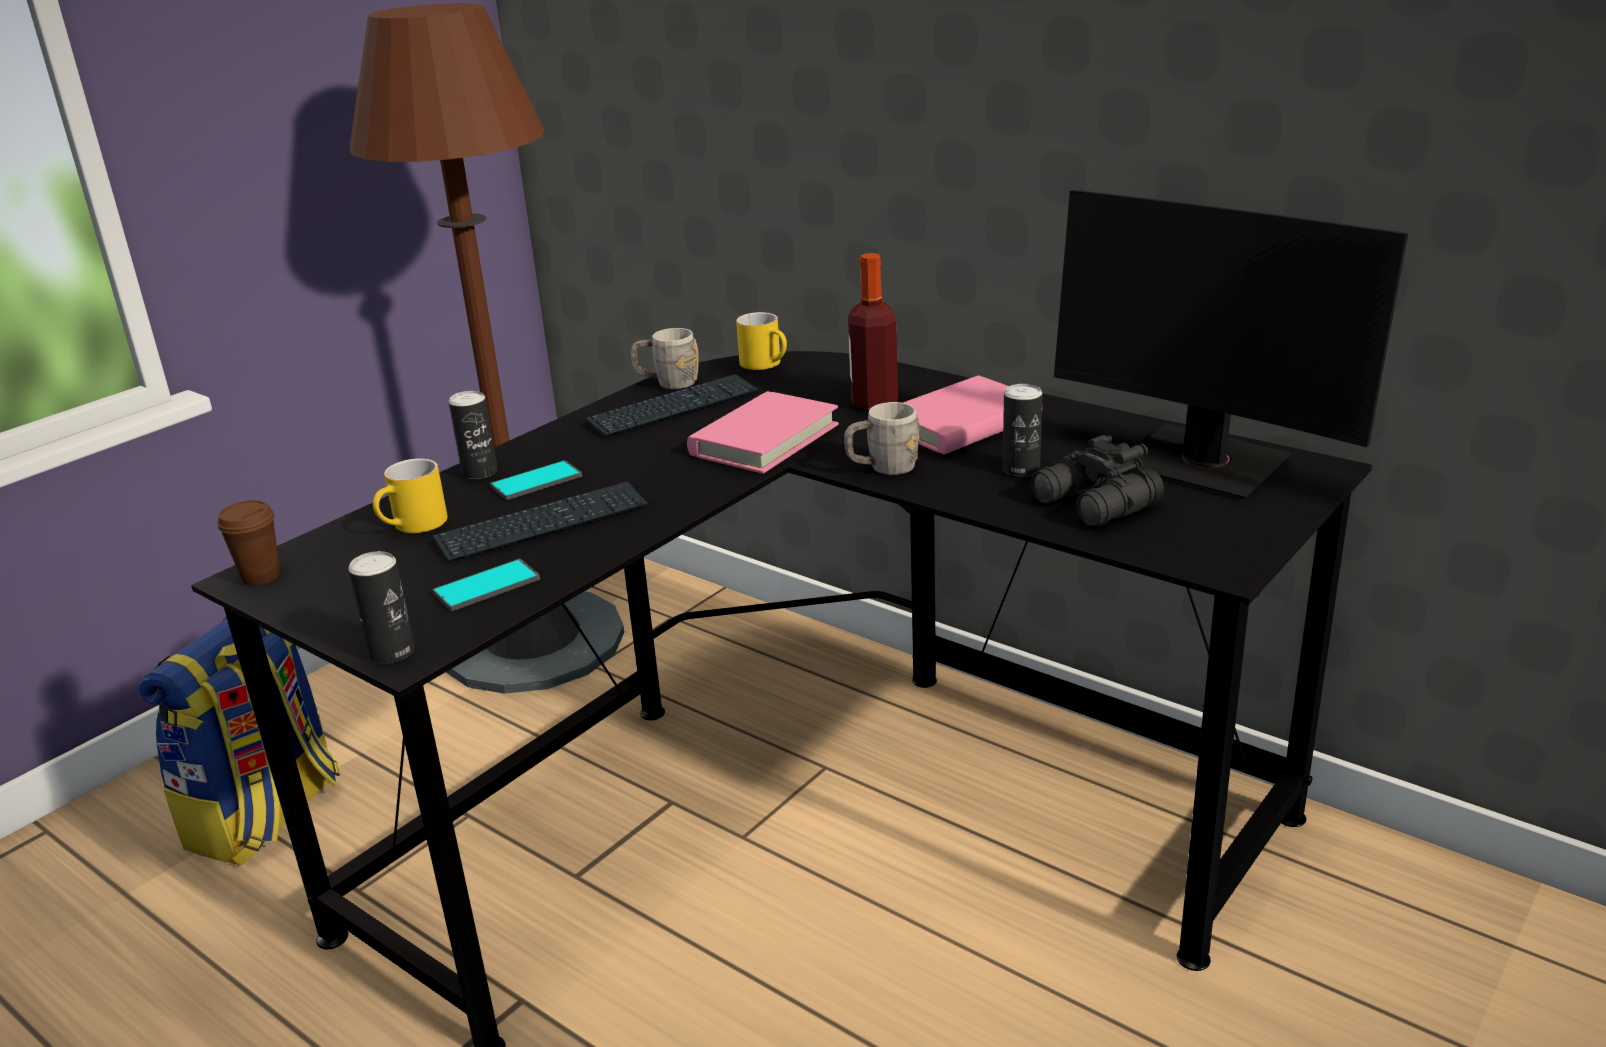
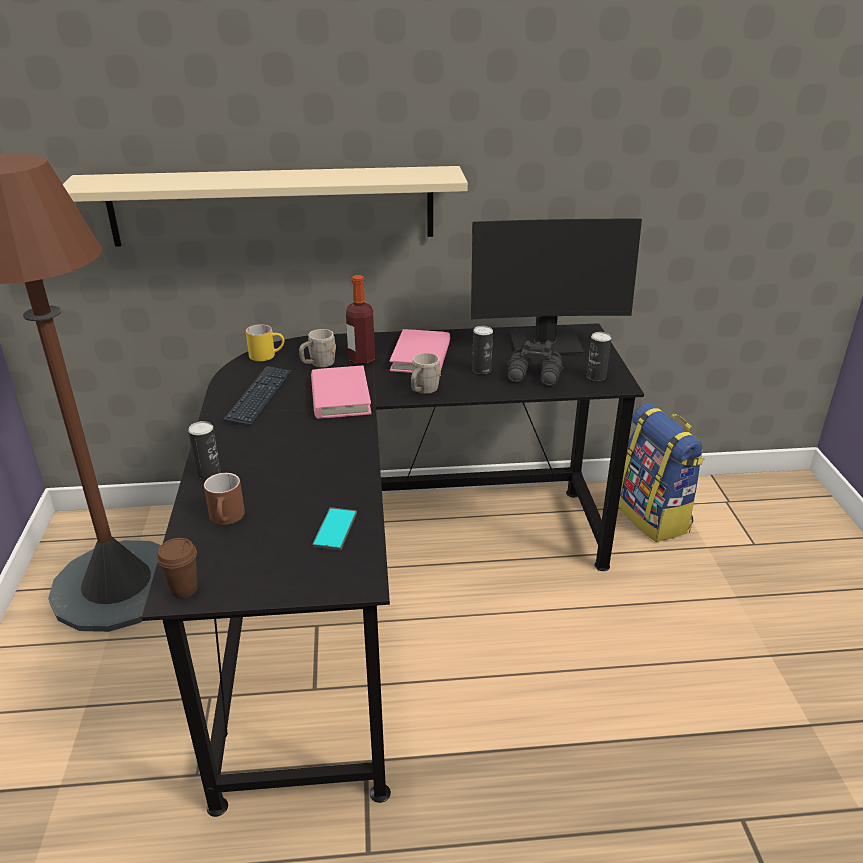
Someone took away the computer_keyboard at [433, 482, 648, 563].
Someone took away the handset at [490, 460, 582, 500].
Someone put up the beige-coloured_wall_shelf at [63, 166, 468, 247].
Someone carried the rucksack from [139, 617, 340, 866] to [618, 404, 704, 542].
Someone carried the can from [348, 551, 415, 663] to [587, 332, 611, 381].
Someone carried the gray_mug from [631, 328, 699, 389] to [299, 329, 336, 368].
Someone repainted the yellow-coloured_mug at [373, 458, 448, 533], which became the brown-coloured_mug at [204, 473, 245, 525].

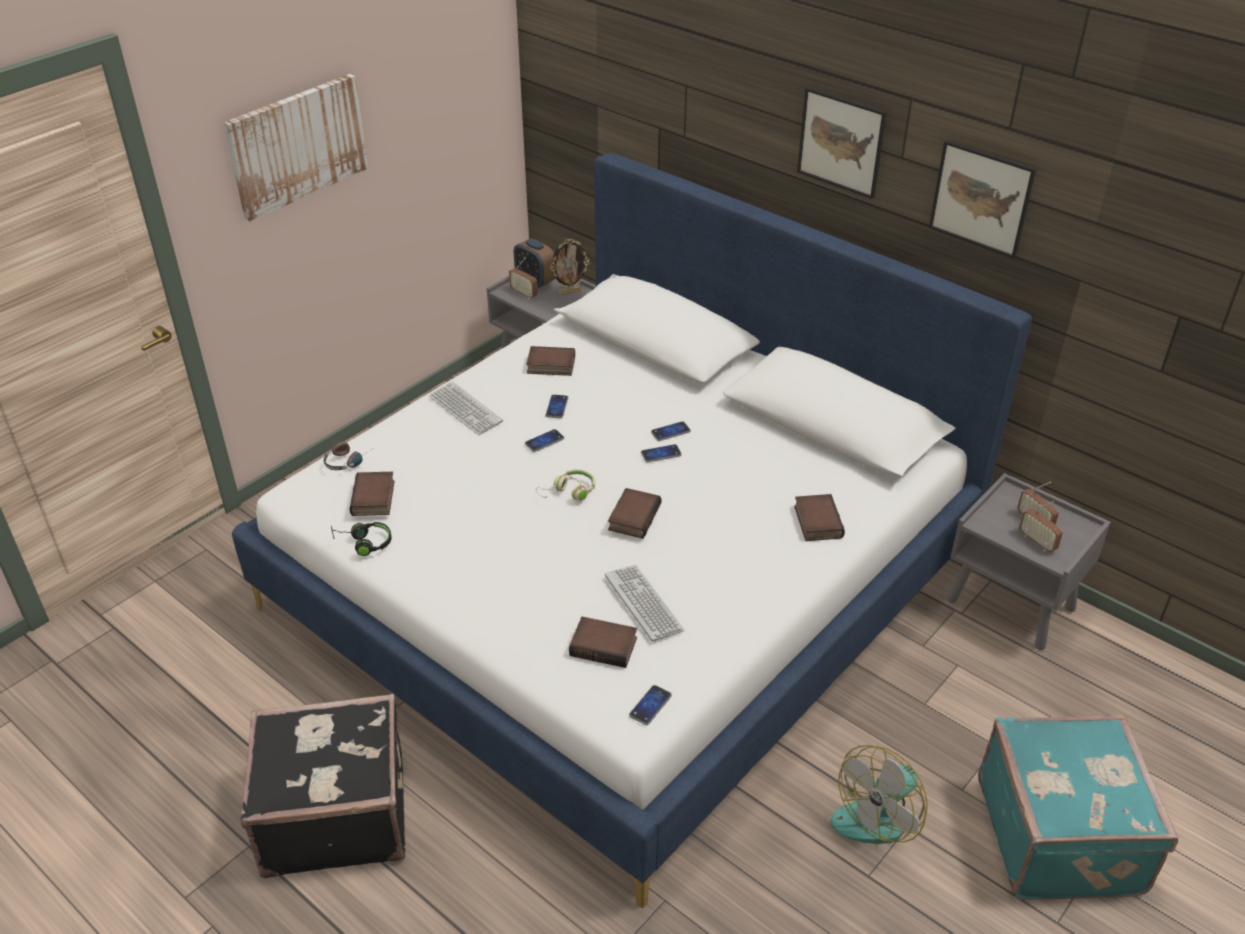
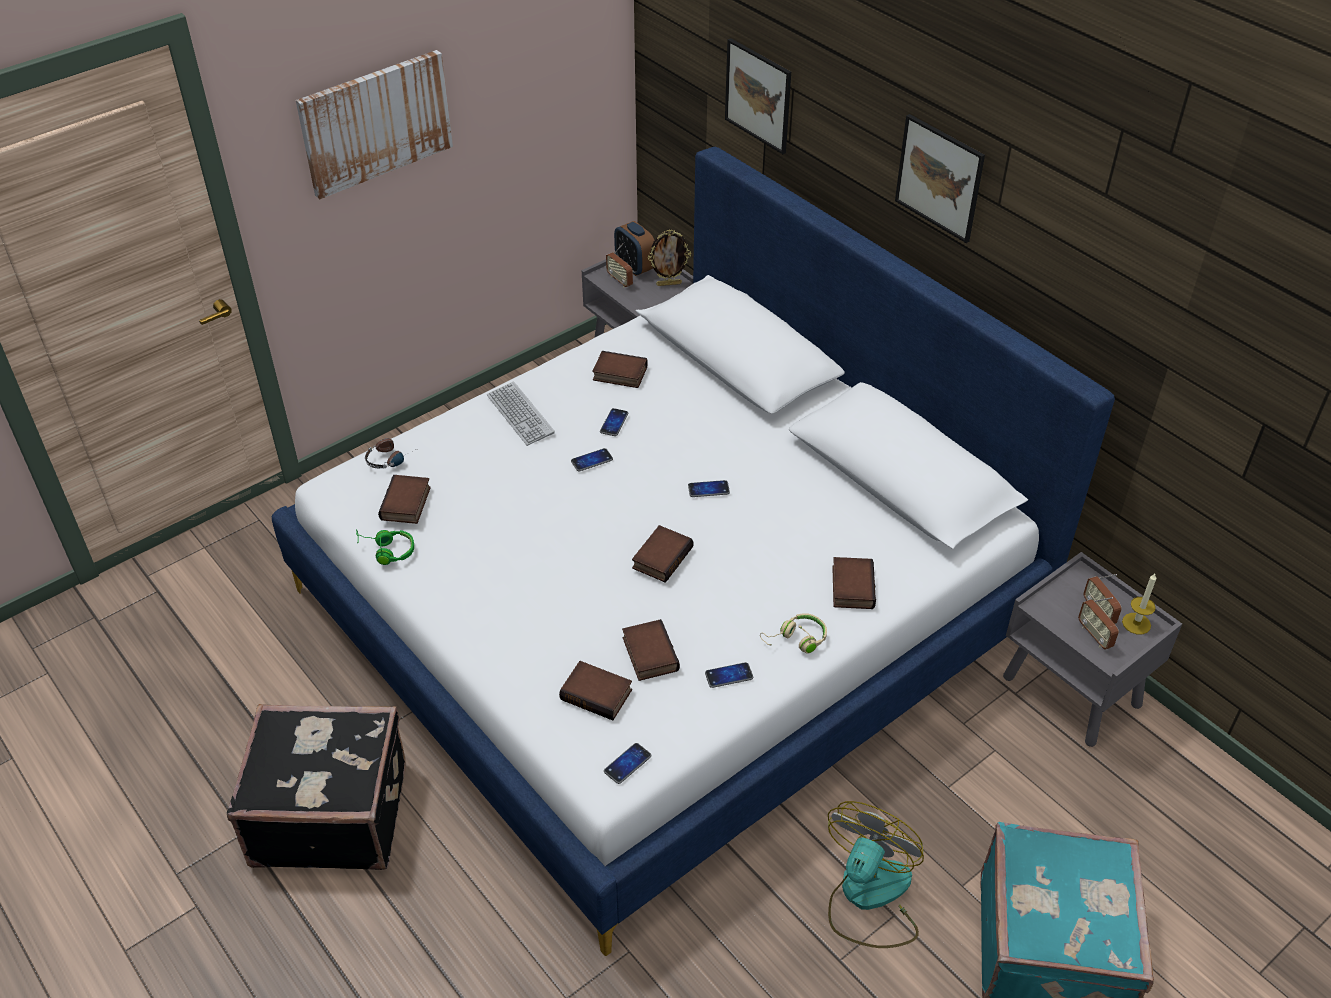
Someone put down the wax_light at [1122, 574, 1156, 634].
Someone carried the beige-coloured_pair_of_headphones from [536, 469, 595, 501] to [760, 613, 827, 654].
Someone carried the handset from [651, 421, 691, 441] to [705, 662, 753, 688].
Someone carried the wall_picture from [929, 140, 1036, 259] to [725, 38, 791, 154].
Someone swapped the computer_keyboard at [605, 565, 685, 642] for the bound_book at [622, 619, 680, 681].
Someone repainted the blackish_pair_of_headphones at [331, 522, 392, 556], which became the green_pair_of_headphones at [356, 529, 414, 565].
Someone rotated the cooling_fan at [831, 745, 928, 844] by 150 degrees clockwise.

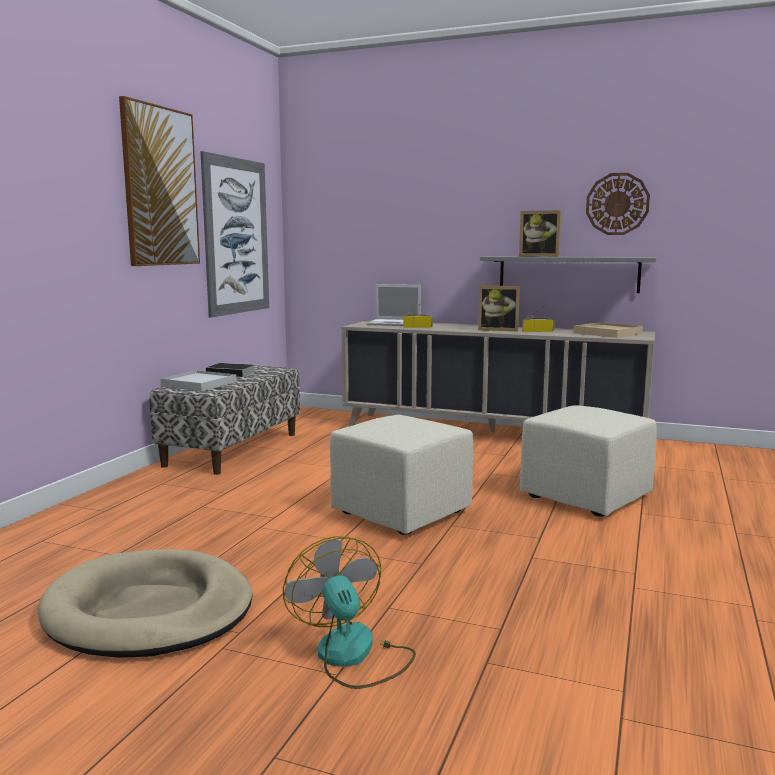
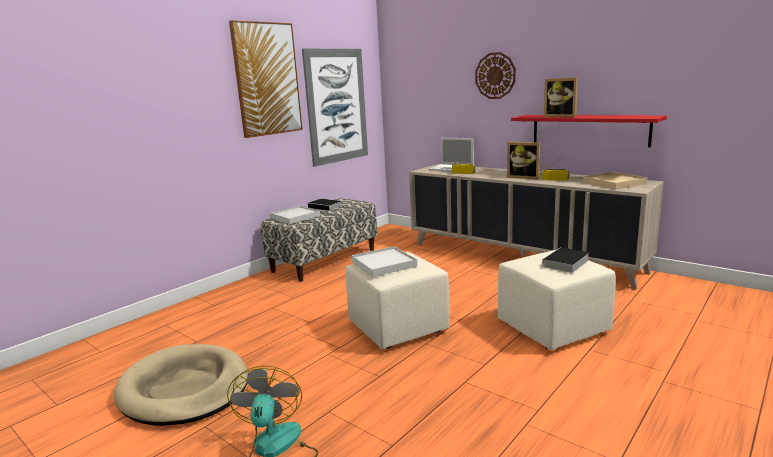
Someone put down the white_carrying_tray at [352, 246, 417, 277].
Someone put down the bound_book at [541, 247, 590, 273].
Someone carried the wall_clock from [586, 173, 650, 235] to [475, 52, 516, 99].
Someone repainted the gray_wall_shelf at [480, 256, 657, 293], which became the red-coloured_wall_shelf at [511, 115, 667, 147].

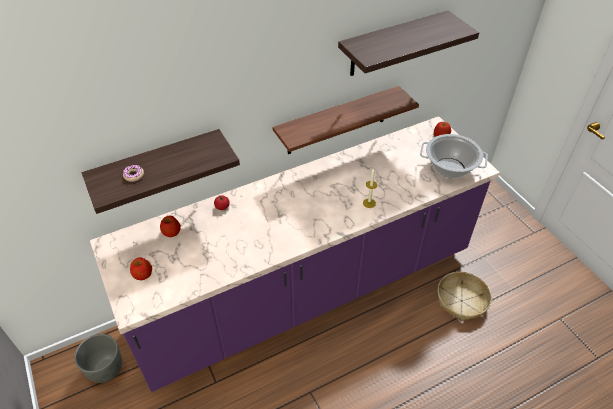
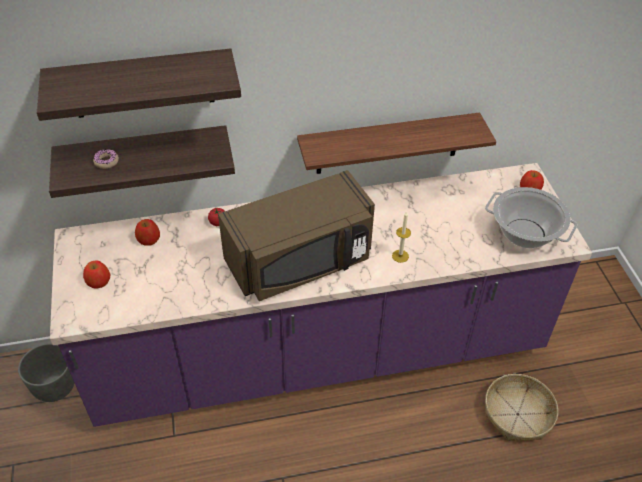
Someone put down the brown-coloured_kitchen_microwave at [218, 170, 375, 301].
Someone carried the wall_shelf from [338, 11, 479, 76] to [37, 48, 241, 121].

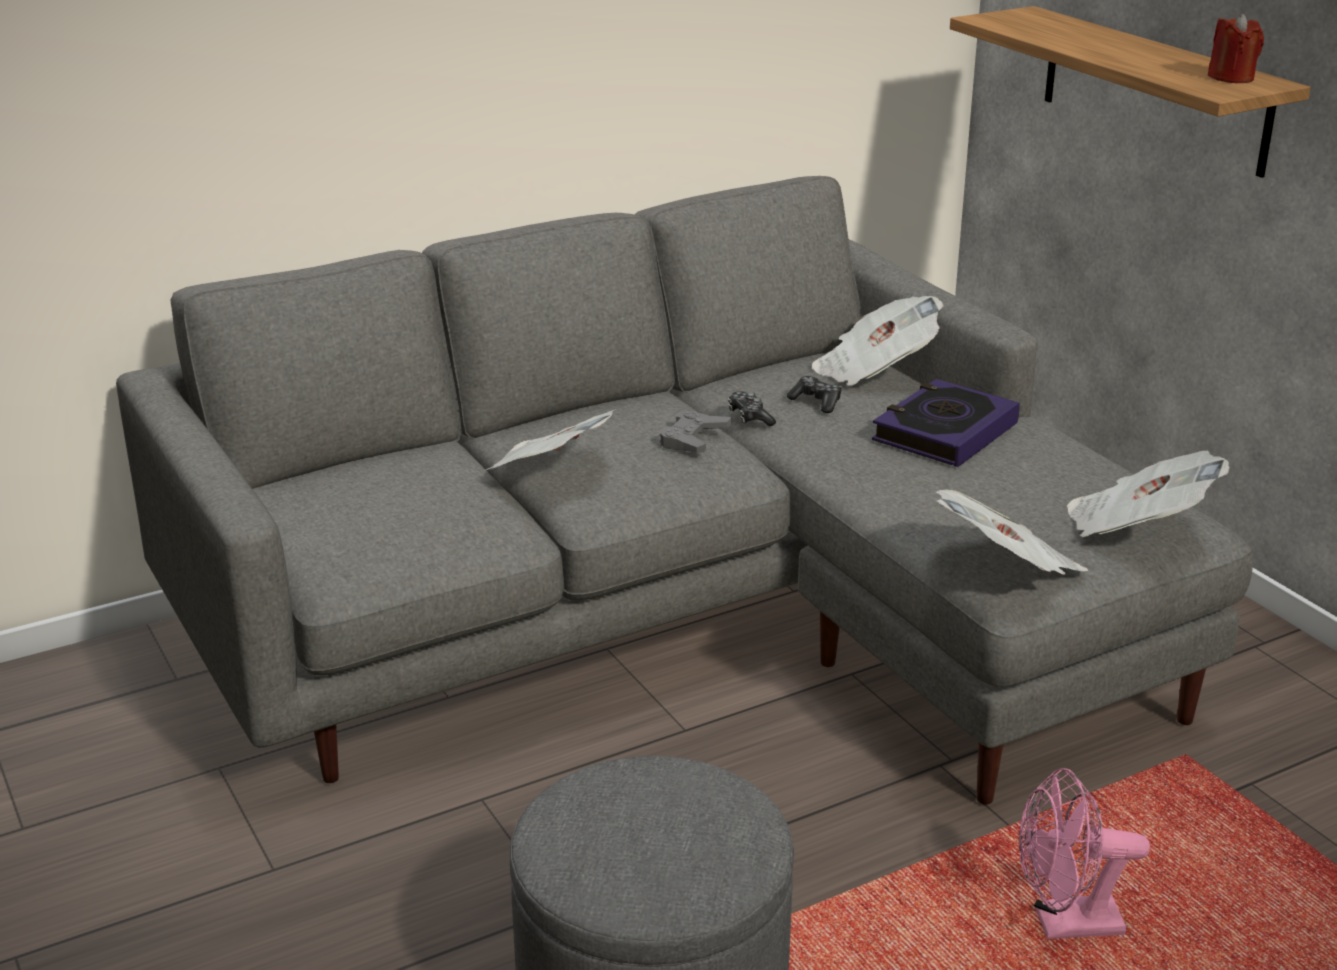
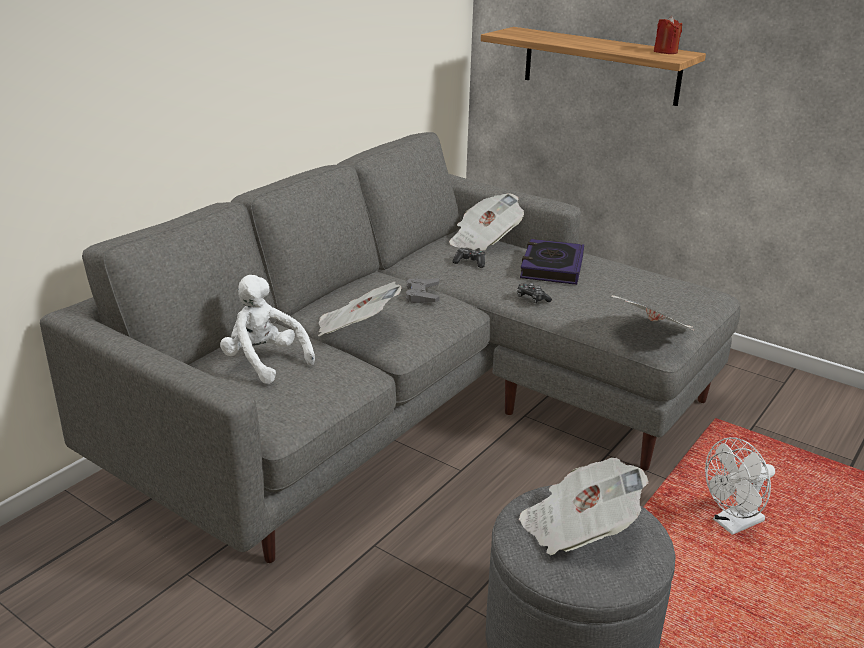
Someone put down the white_plush_toy at [220, 275, 315, 384].
Someone carried the gamepad from [728, 391, 776, 426] to [517, 283, 552, 303].
Someone carried the newspaper from [1067, 450, 1229, 537] to [519, 458, 649, 555].
Someone repainted the pink_cooling_fan at [1019, 768, 1150, 939], which became the white_cooling_fan at [705, 437, 775, 535].

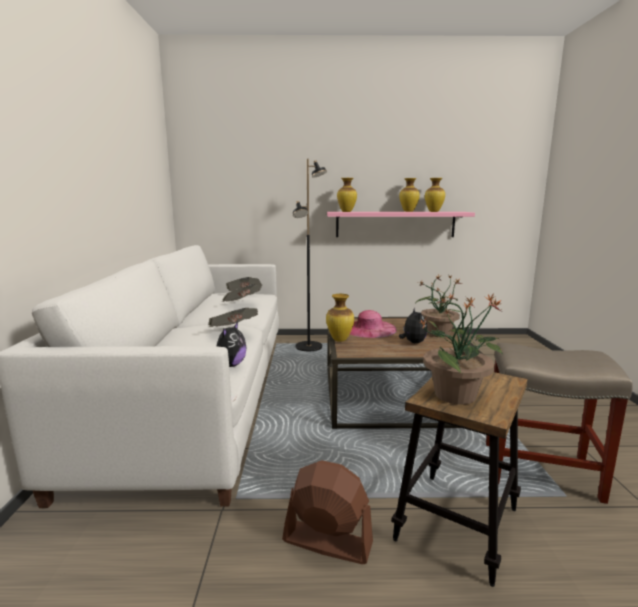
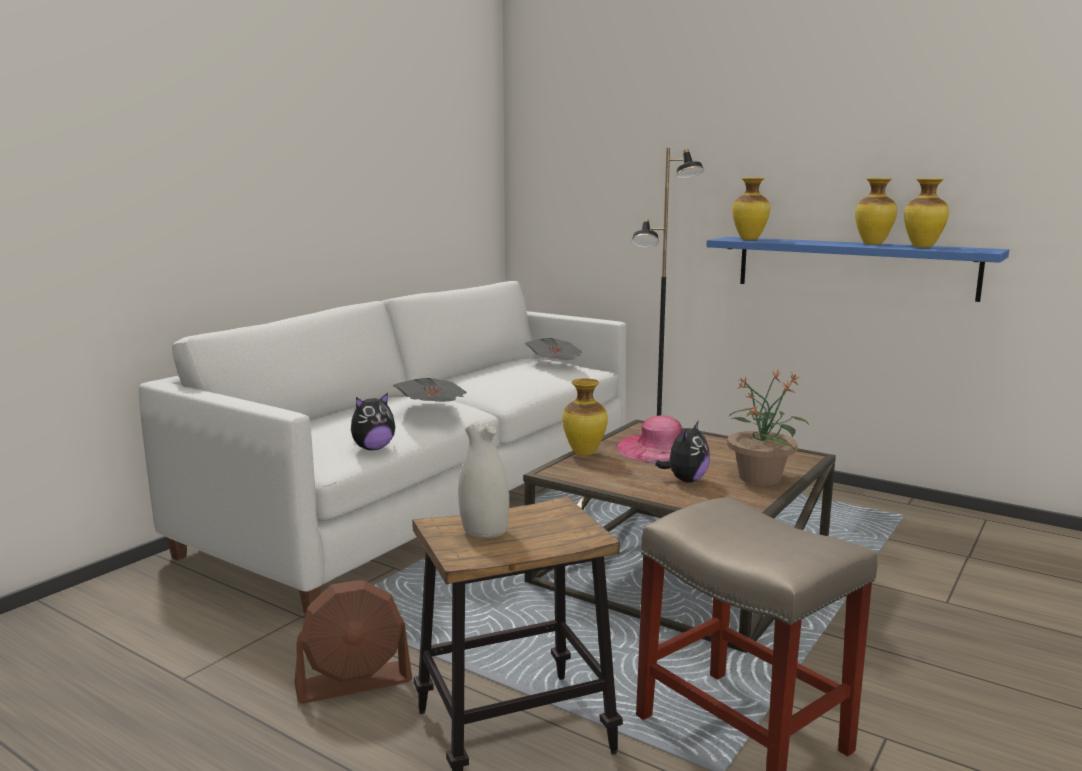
Someone took away the newspaper at [222, 283, 262, 302].
Someone swapped the potted_plant at [418, 294, 503, 405] for the white_decorative_vase at [458, 422, 509, 538].
Someone repainted the pink_wall_shelf at [327, 212, 475, 237], which became the bluish_wall_shelf at [706, 237, 1009, 302].
Someone rotated the brown-coloured_cooling_fan at [282, 460, 373, 564] by 105 degrees clockwise.

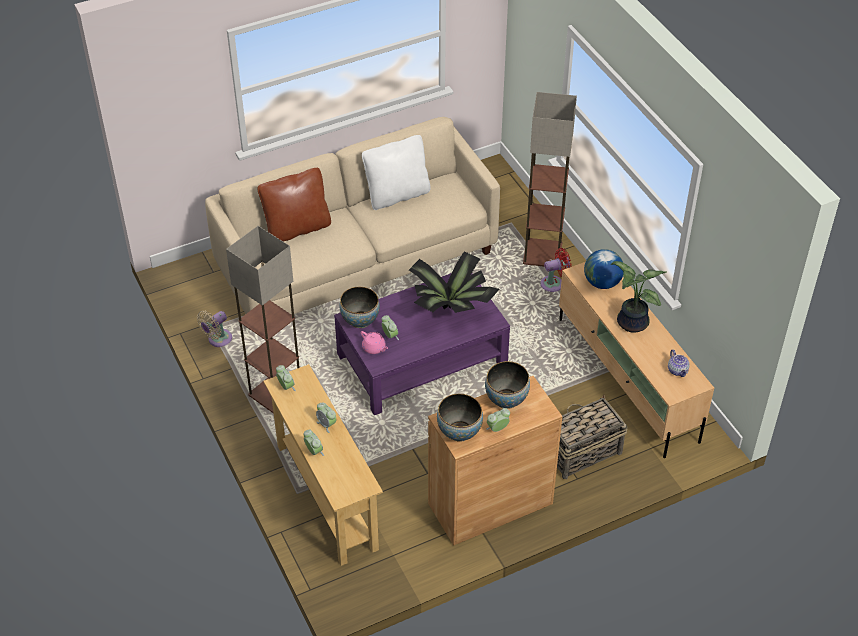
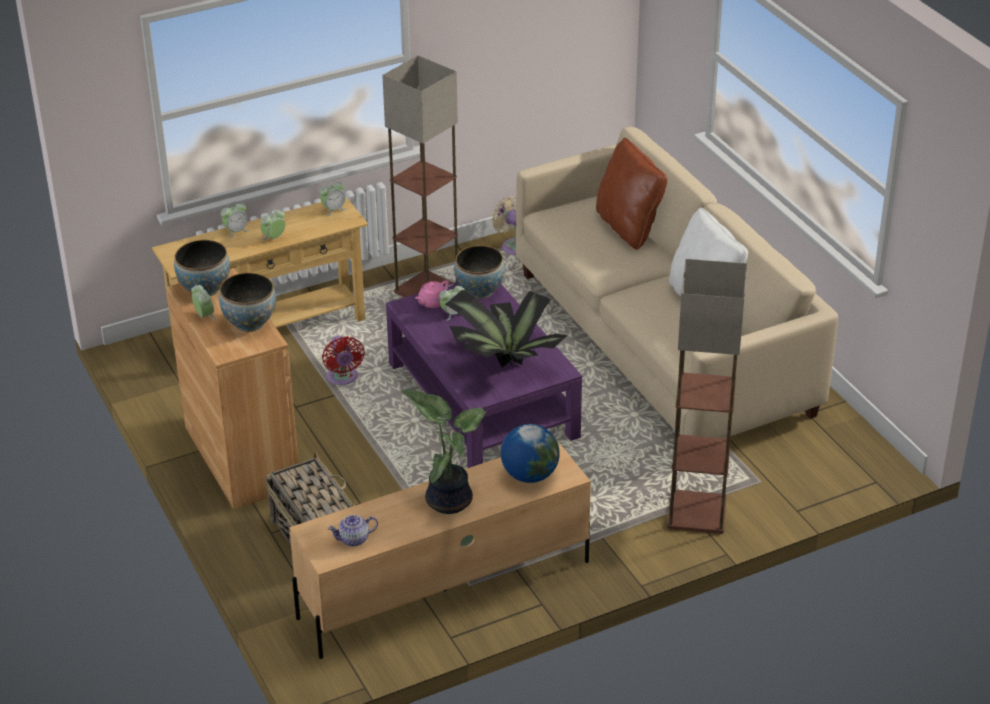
Someone carried the red-coloured_cooling_fan from [541, 248, 572, 292] to [322, 335, 365, 385].

